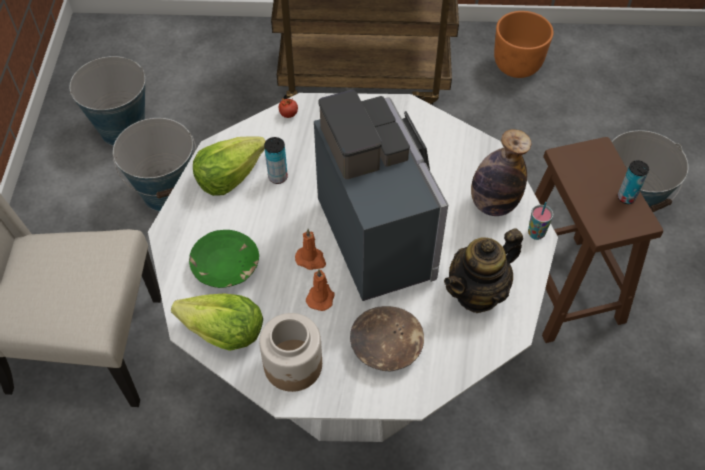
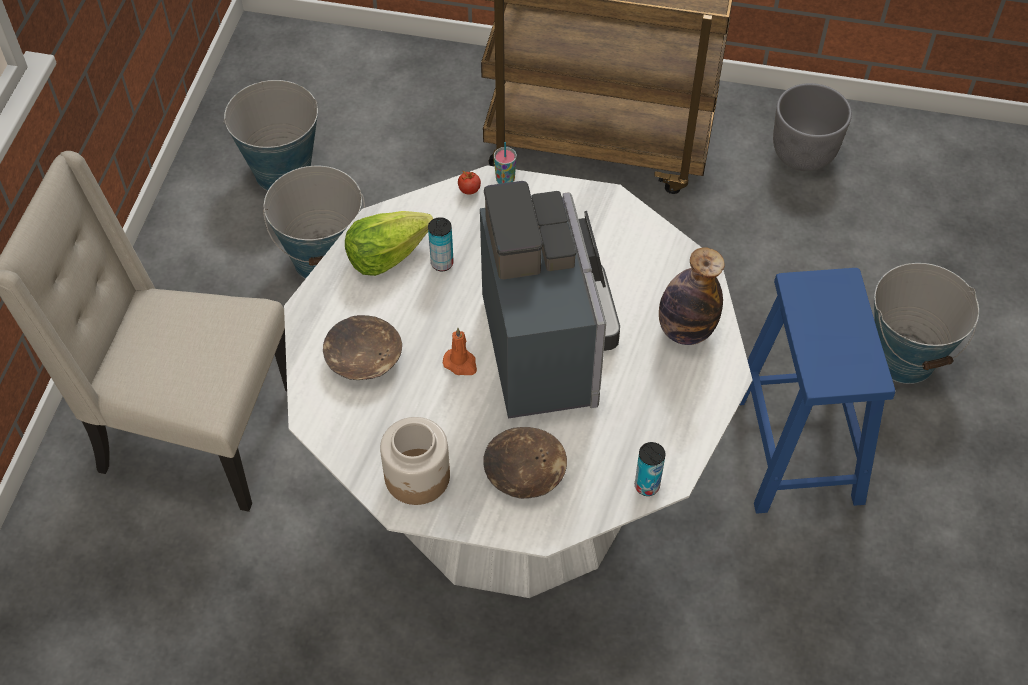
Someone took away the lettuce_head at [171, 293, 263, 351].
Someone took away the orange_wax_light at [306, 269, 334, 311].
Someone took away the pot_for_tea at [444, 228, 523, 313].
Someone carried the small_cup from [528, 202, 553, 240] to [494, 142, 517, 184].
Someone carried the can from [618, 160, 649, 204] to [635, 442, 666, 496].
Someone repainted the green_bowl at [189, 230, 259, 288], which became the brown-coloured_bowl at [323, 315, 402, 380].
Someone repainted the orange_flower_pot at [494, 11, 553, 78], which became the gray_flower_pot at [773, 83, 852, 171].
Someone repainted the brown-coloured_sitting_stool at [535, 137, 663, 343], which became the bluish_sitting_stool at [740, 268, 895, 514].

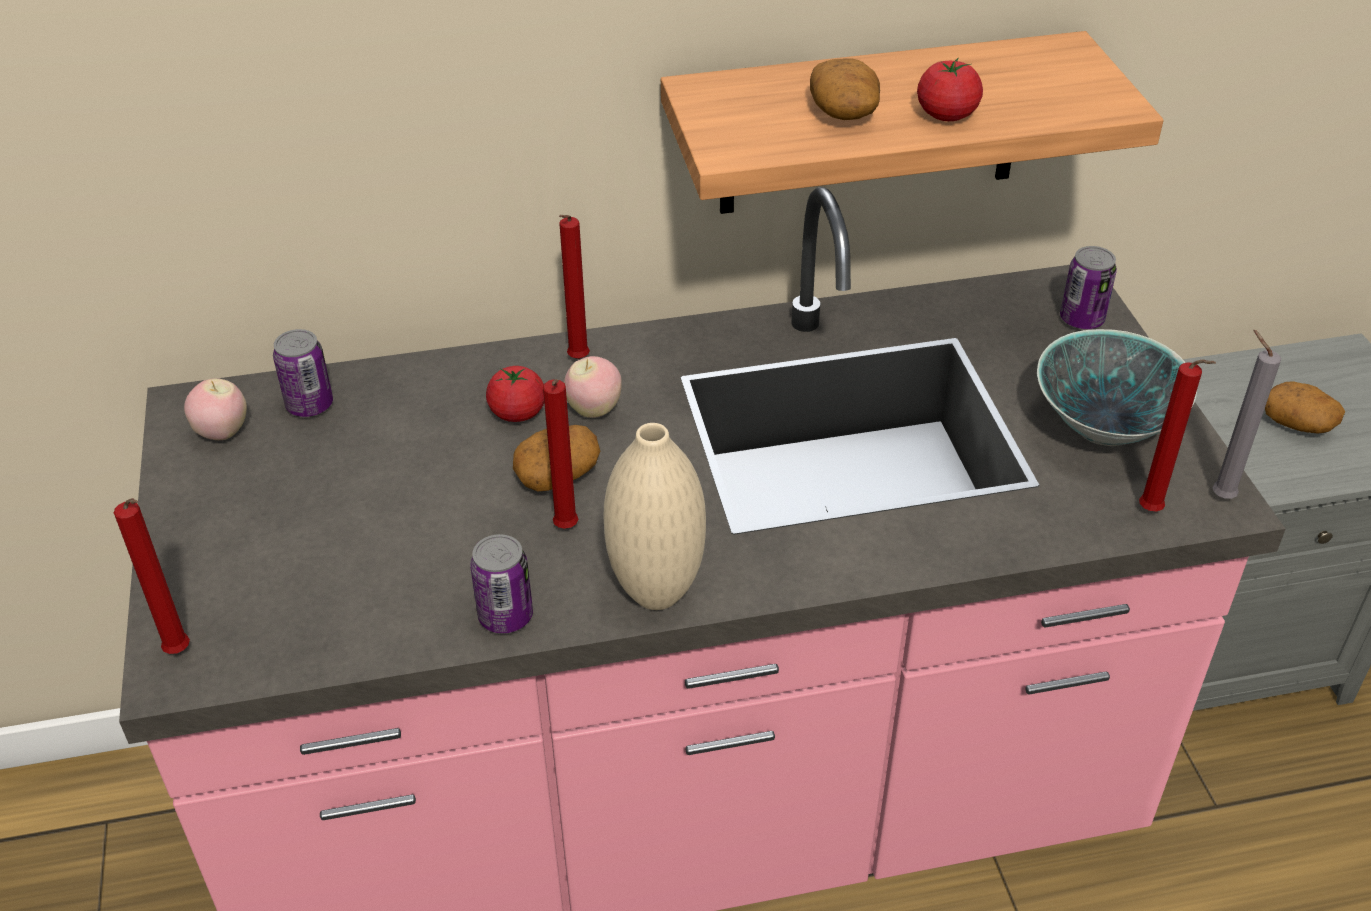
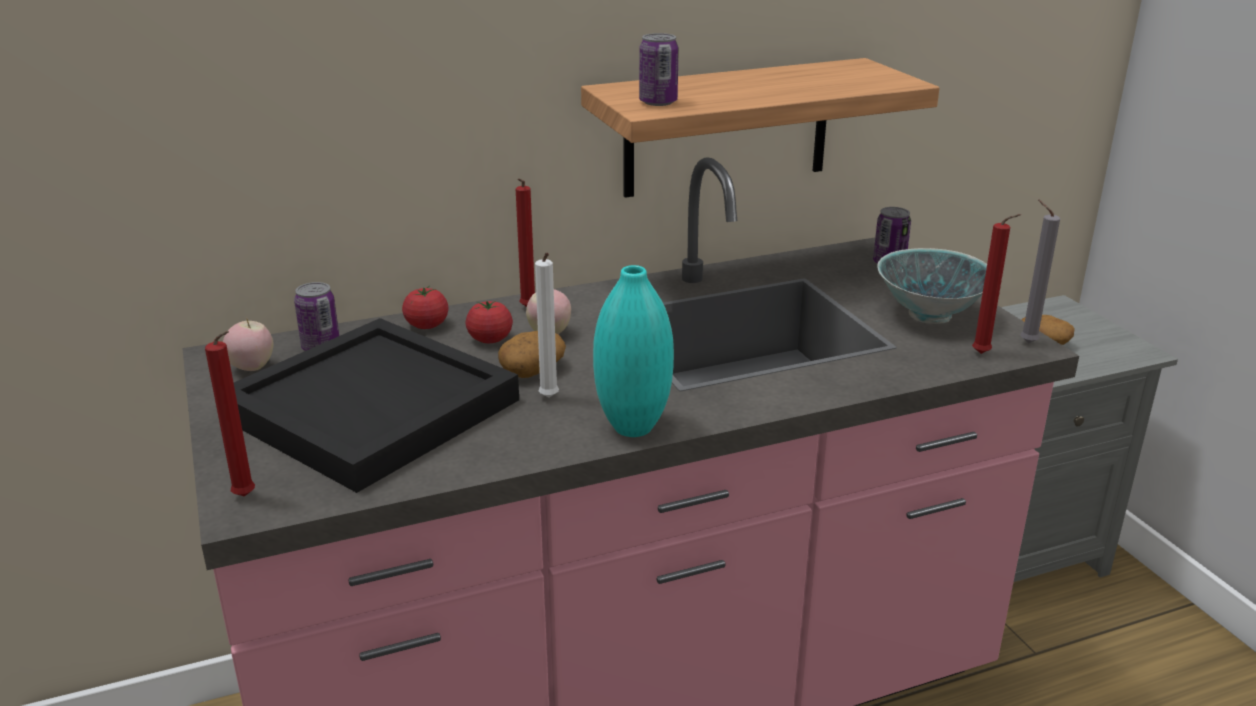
Someone took away the potato at [810, 58, 880, 120].
Someone put down the blackish_carrying_tray at [234, 318, 519, 493].
Someone carried the can from [470, 534, 533, 634] to [639, 33, 679, 106].
Someone carried the fresh_tomato from [917, 58, 983, 121] to [402, 286, 449, 329].
Someone repainted the red-coloured_wax_light at [543, 379, 579, 529], which became the white_wax_light at [535, 252, 559, 398].
Someone repainted the beige-coloured_decorative_vase at [604, 423, 706, 610], which became the blue-green_decorative_vase at [593, 265, 674, 437].

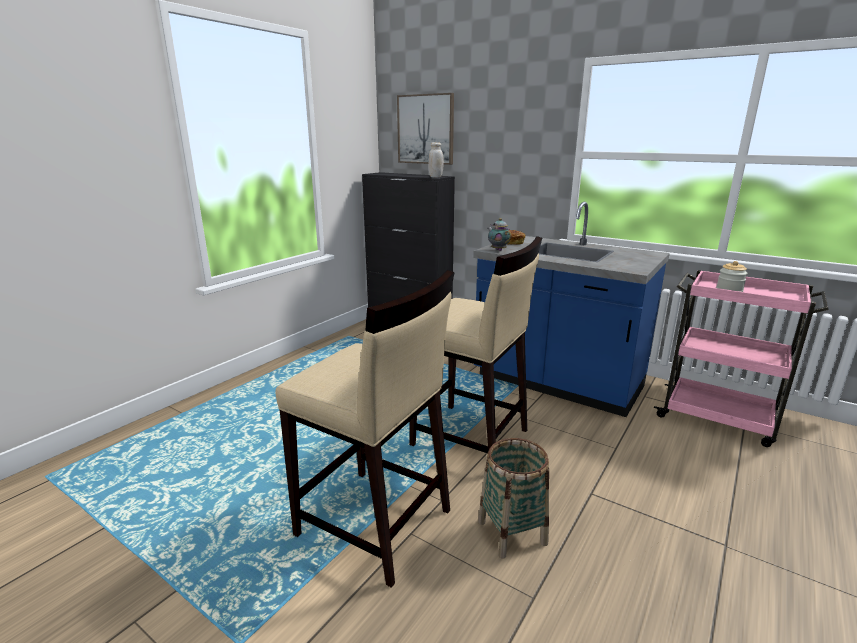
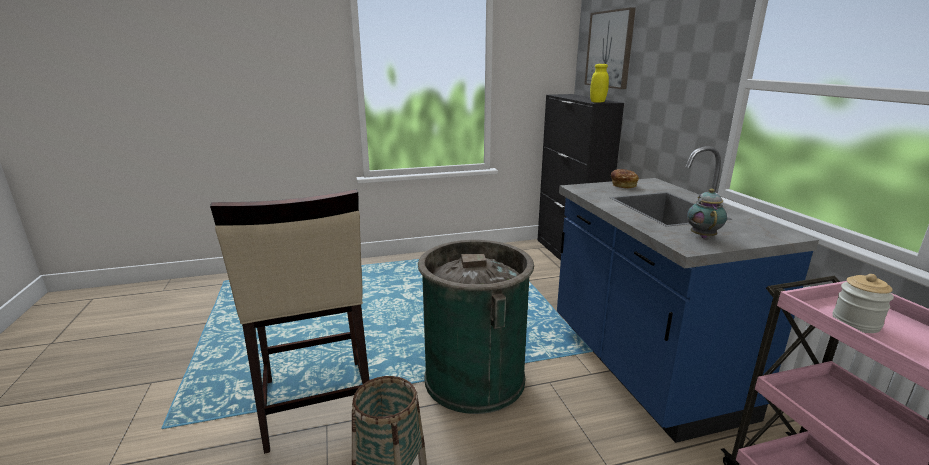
Someone carried the pot_for_tea from [488, 218, 511, 251] to [687, 189, 727, 238].
Someone swapped the beige-coloured_sitting_stool at [410, 236, 542, 453] for the green_rubbish_bin at [418, 240, 534, 414].
Someone repainted the white_preserve_jar at [429, 142, 444, 178], which became the yellow-coloured_preserve_jar at [590, 64, 609, 103].

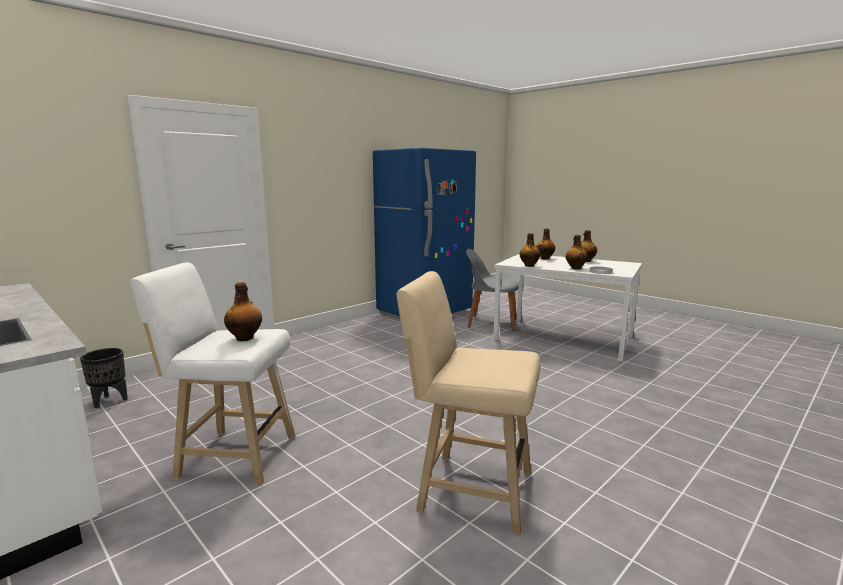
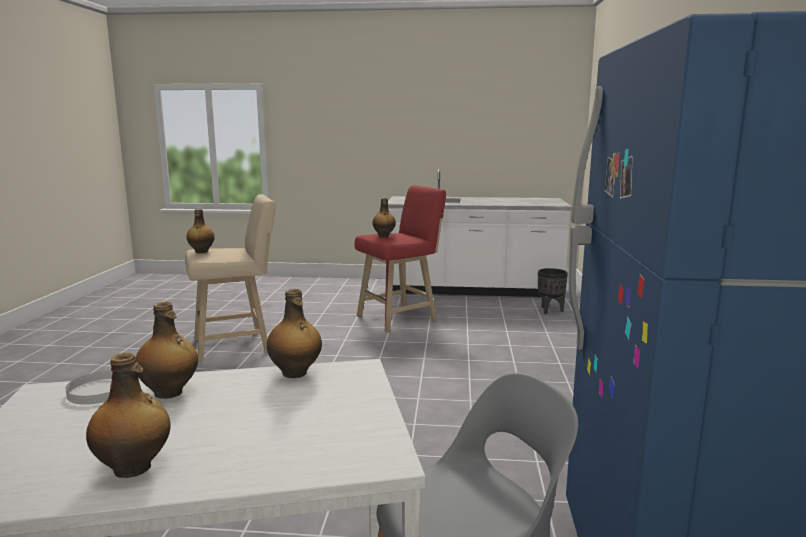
Someone carried the beverage_bottle from [536, 229, 555, 260] to [186, 209, 215, 253].
Someone repainted the white_sitting_stool at [130, 262, 295, 486], which became the red-coloured_sitting_stool at [355, 185, 446, 332].

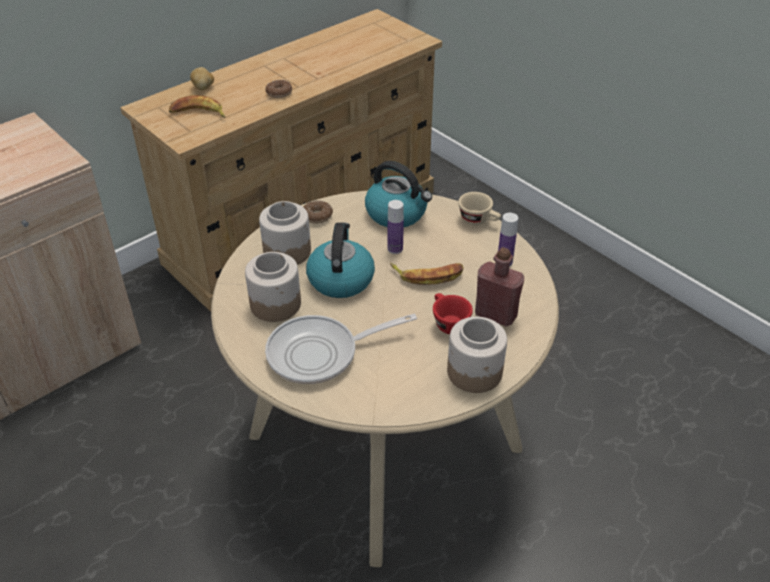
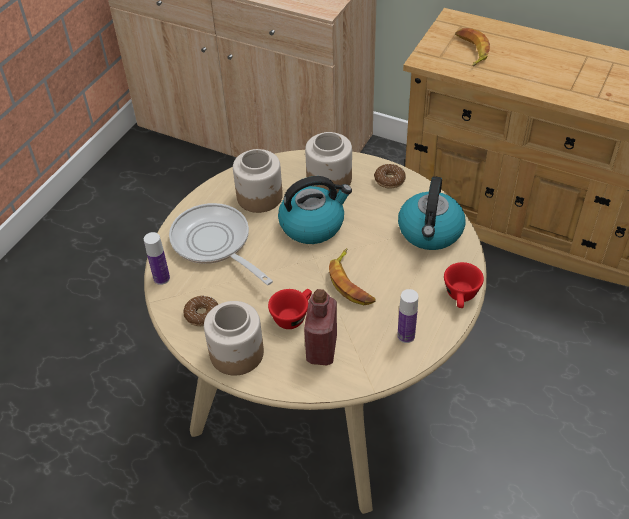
Someone took away the potato at [190, 67, 214, 90].
Someone carried the ring_doughnut from [265, 80, 292, 98] to [183, 295, 218, 326].
Someone carried the beverage_bottle from [388, 200, 404, 254] to [144, 232, 170, 285].
Someone repainted the beige-coloured_small_cup at [458, 192, 501, 225], which became the red-coloured_small_cup at [444, 262, 484, 308].

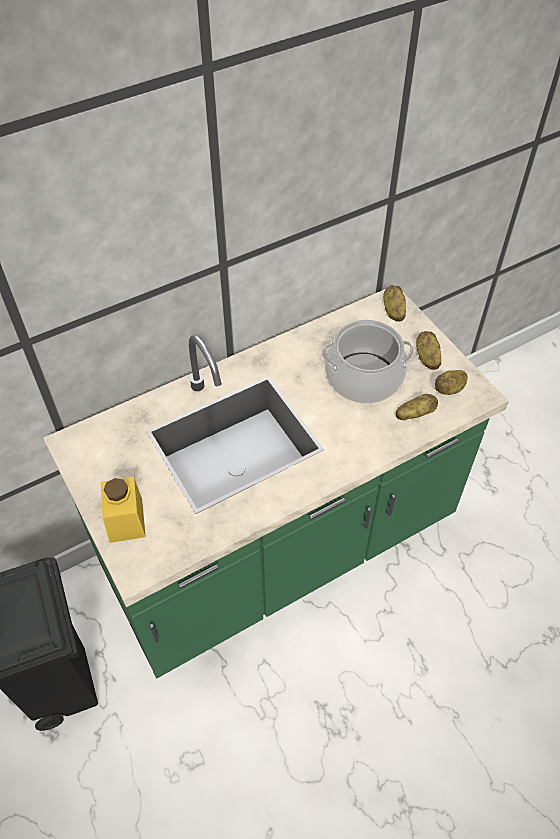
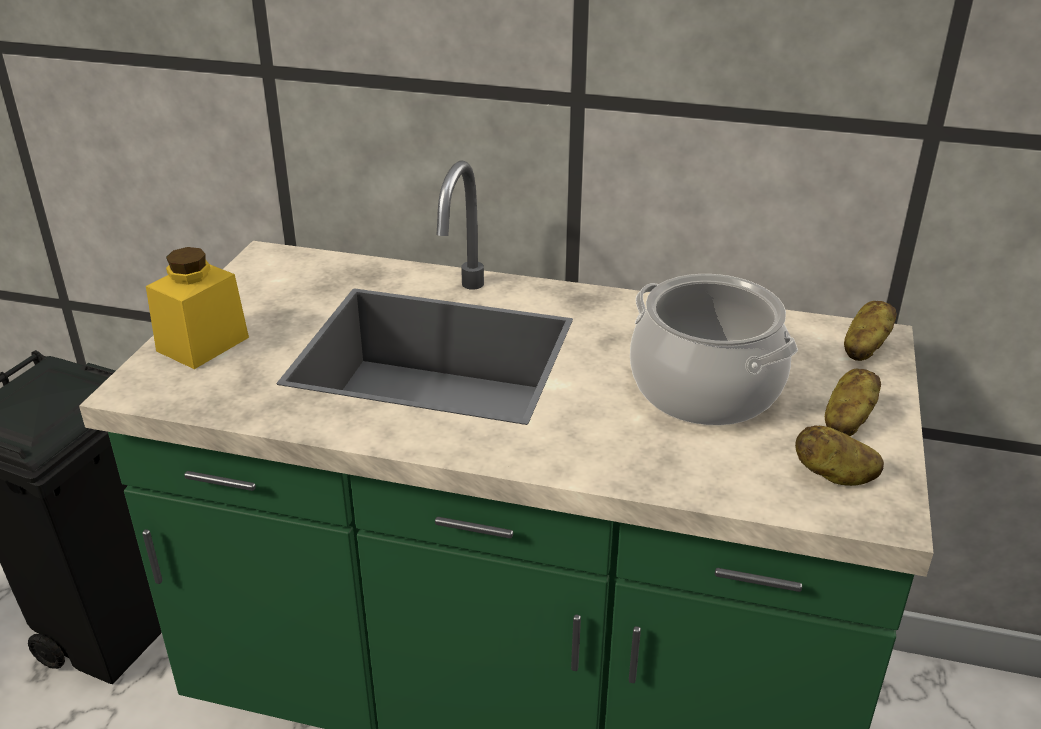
Someone took away the potato at [396, 394, 438, 420].

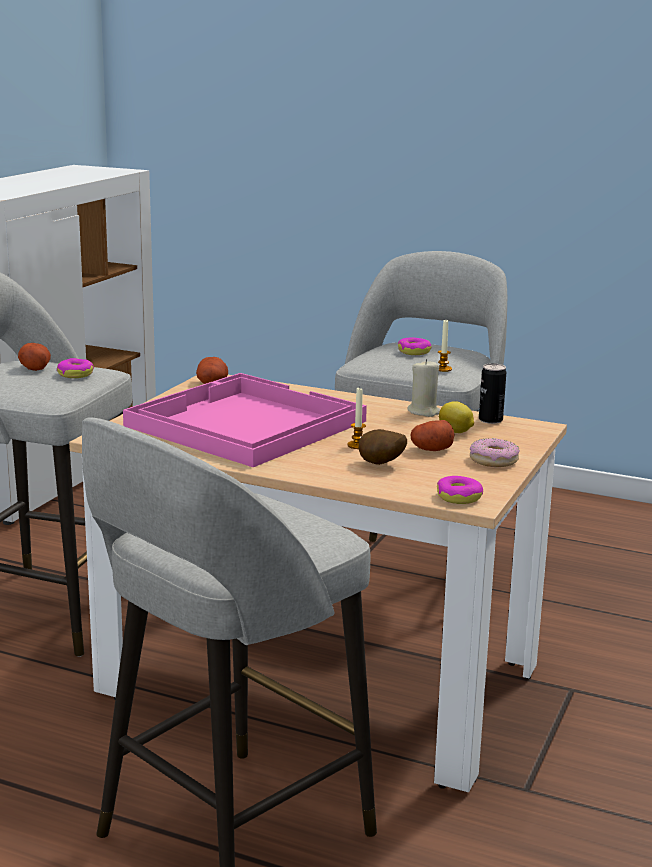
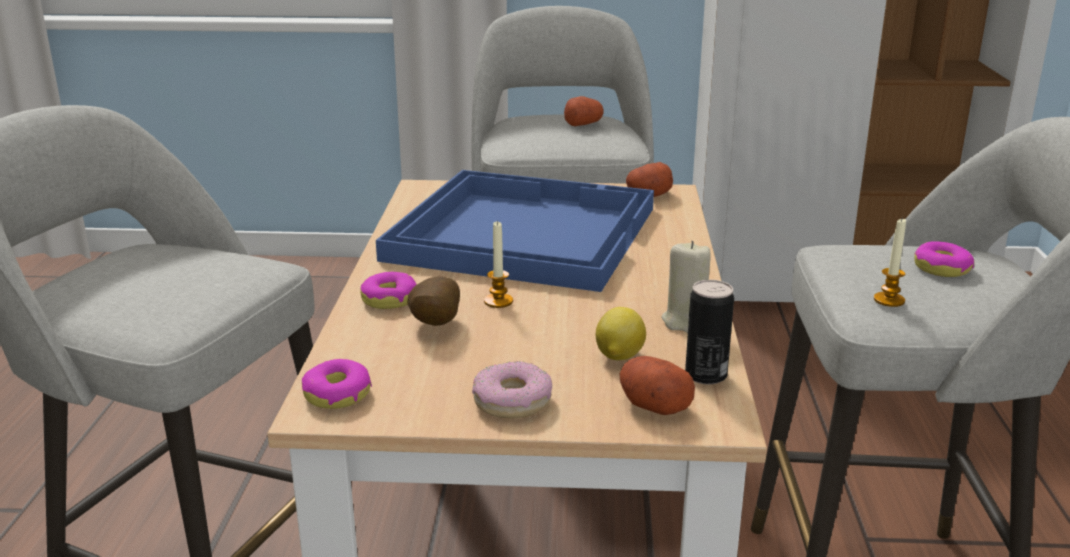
Someone carried the ring_doughnut from [57, 358, 94, 378] to [360, 272, 417, 309].
Someone carried the potato from [411, 420, 455, 451] to [620, 356, 695, 415].
Someone repainted the pink_carrying_tray at [123, 373, 367, 467], which became the bluish_carrying_tray at [376, 170, 654, 292].

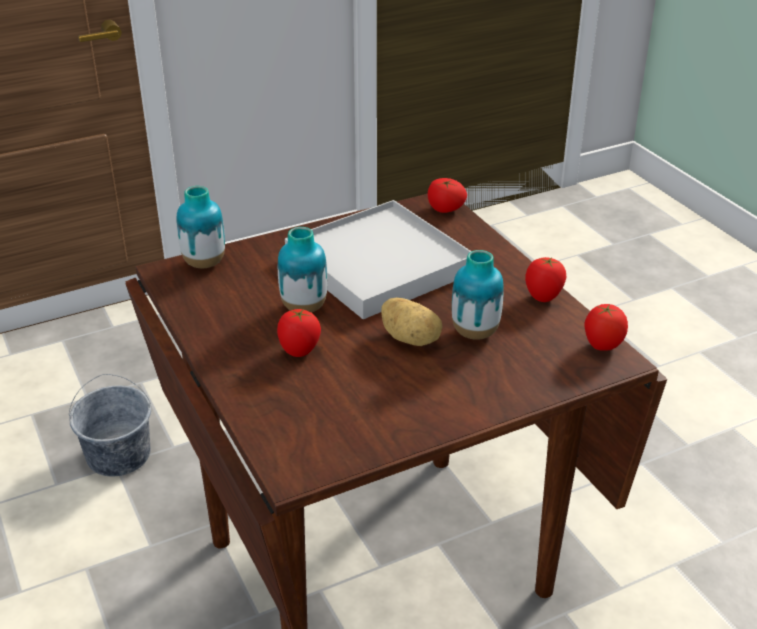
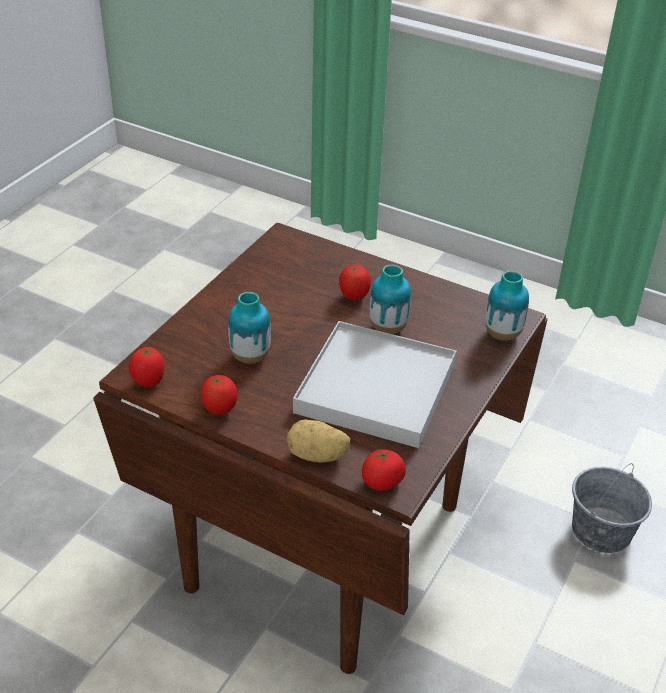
Someone carried the potato from [381, 298, 443, 346] to [286, 419, 350, 463].

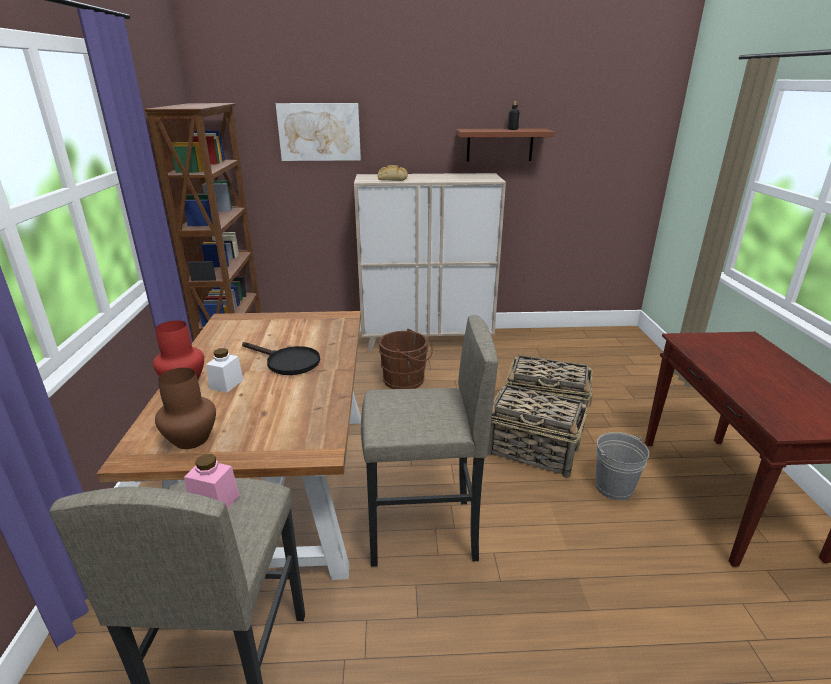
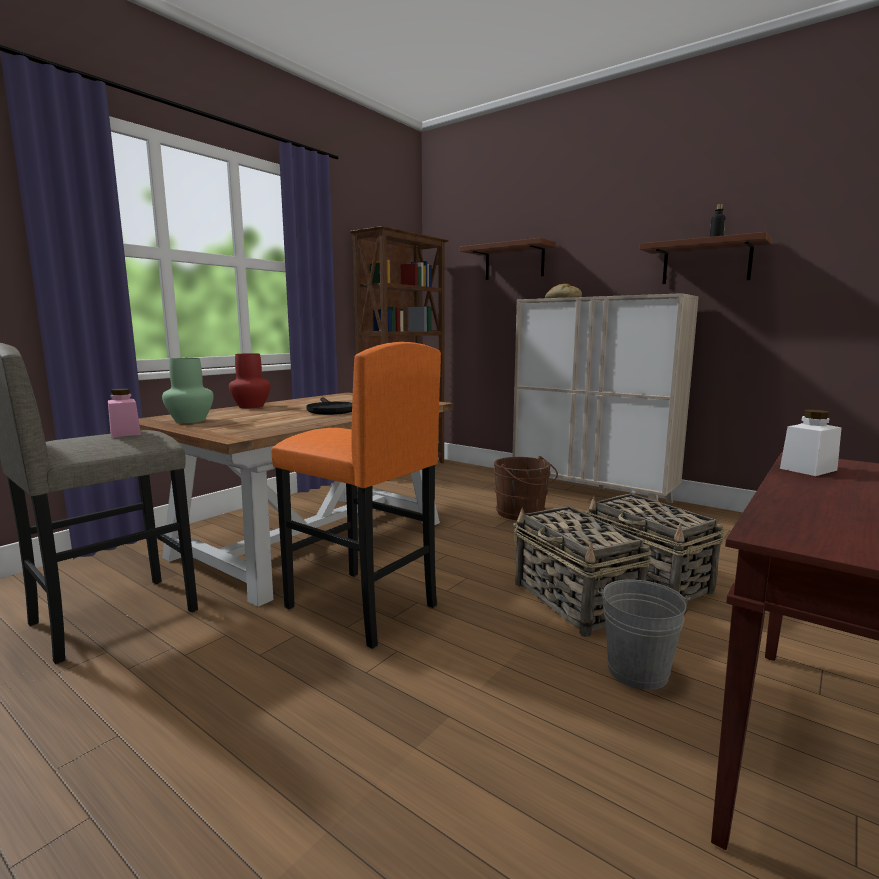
Someone carried the white_preserve_jar from [206, 348, 244, 393] to [780, 410, 842, 476].
Someone swapped the wall_picture at [276, 103, 361, 161] for the brown-coloured_wall_shelf at [460, 238, 556, 280].
Someone repainted the brown-coloured_decorative_vase at [155, 368, 216, 449], which became the green_decorative_vase at [162, 358, 213, 423].
Someone repainted the gray_sitting_stool at [361, 315, 498, 567], which became the orange_sitting_stool at [271, 342, 441, 649].

